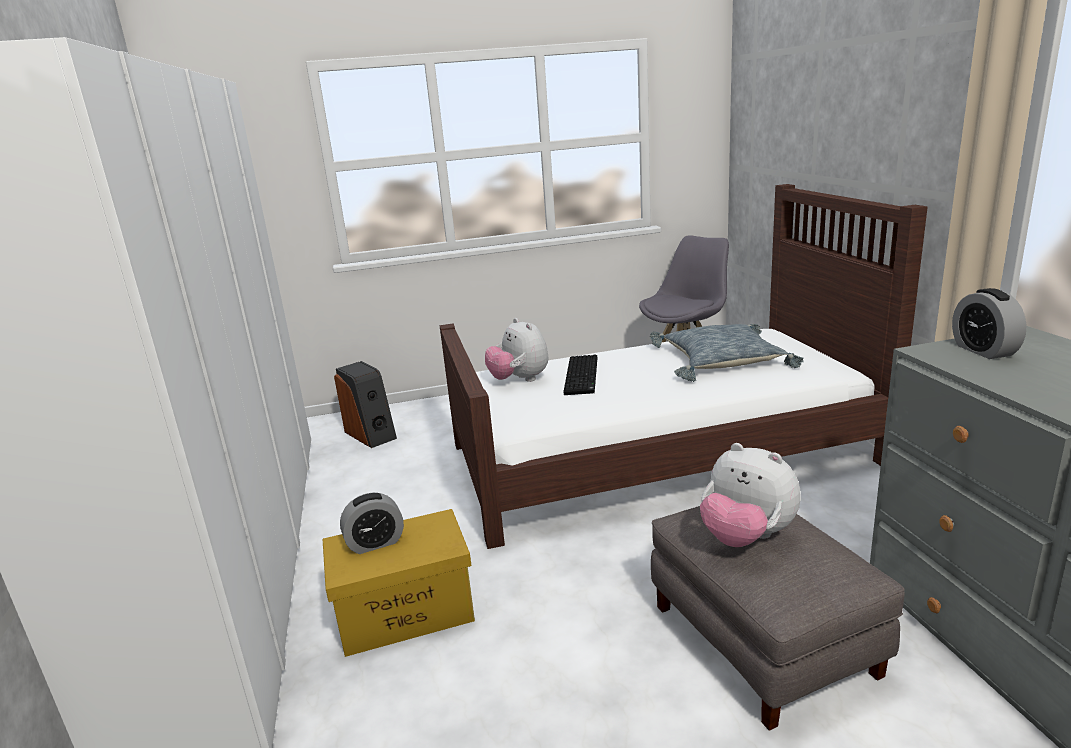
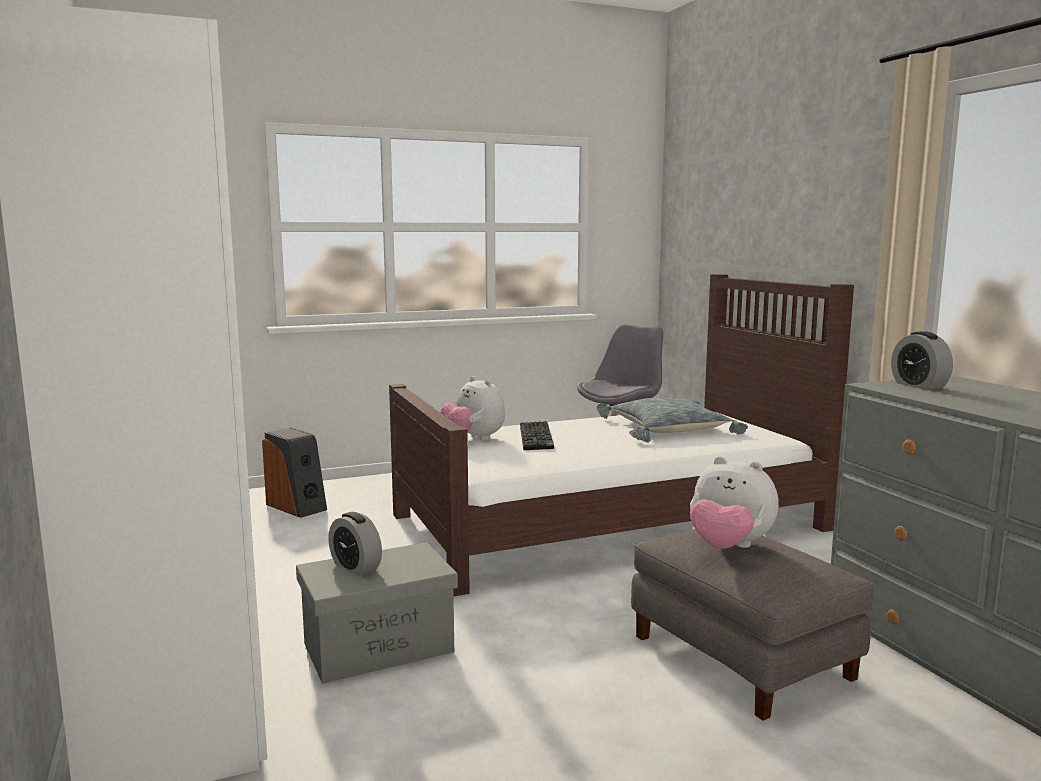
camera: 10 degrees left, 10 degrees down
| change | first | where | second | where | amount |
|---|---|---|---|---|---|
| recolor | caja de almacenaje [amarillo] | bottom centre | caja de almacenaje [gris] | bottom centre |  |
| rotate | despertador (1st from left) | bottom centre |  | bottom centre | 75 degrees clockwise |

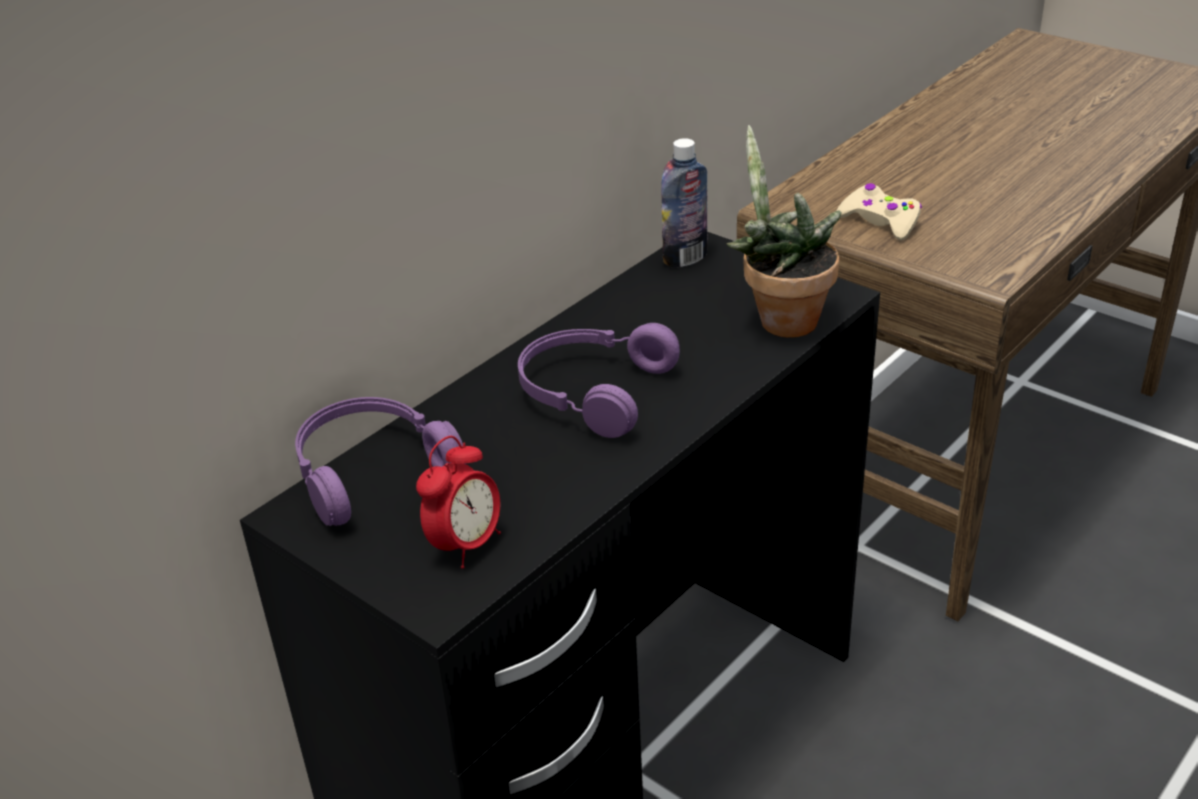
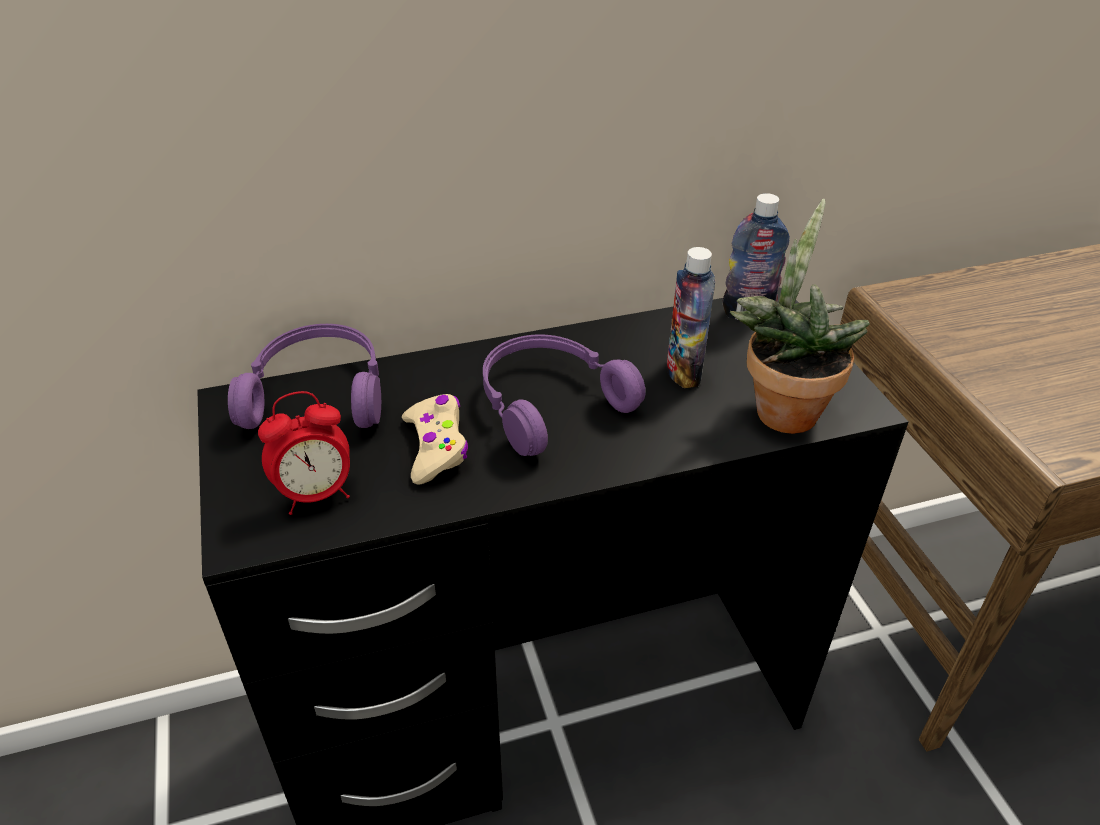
camera: 30 degrees right, 5 degrees up
| change | first | where | second | where | amount |
|---|---|---|---|---|---|
| insert |  |  | botella (1st from left) | centre |  |
| move | mando de consola [beis] | top right |  | centre |  |

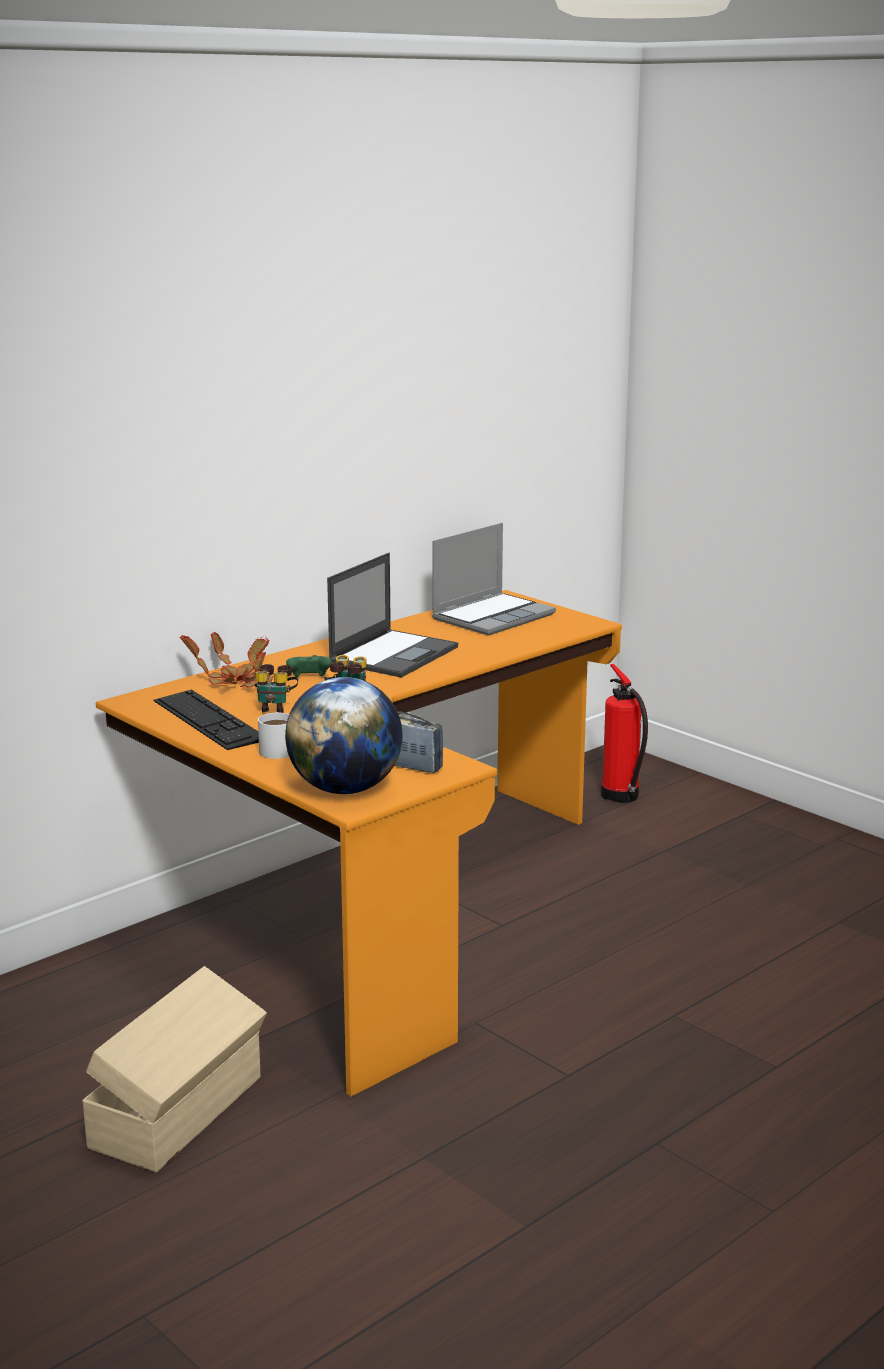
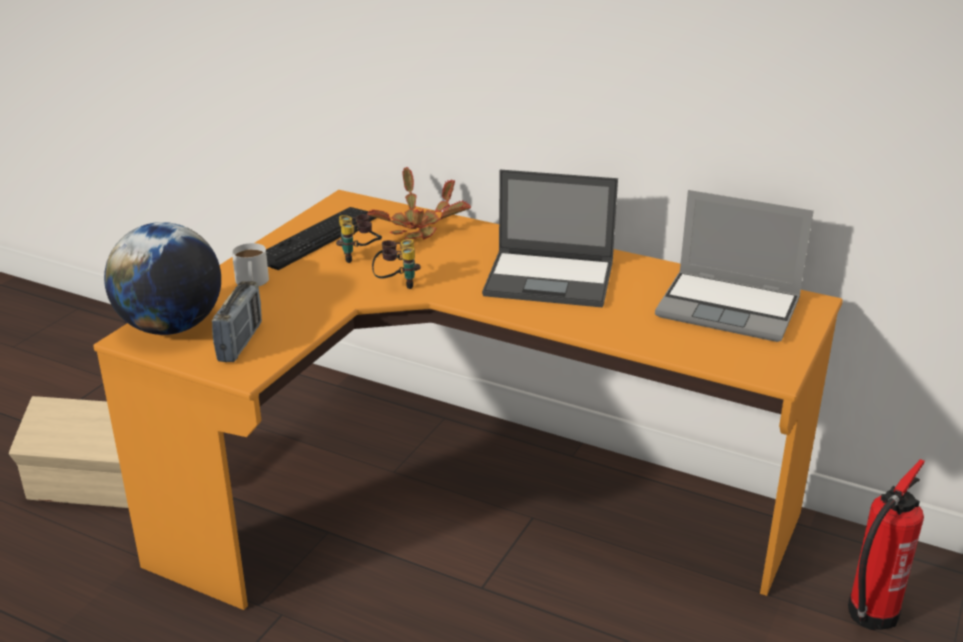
camera: 70 degrees right, 10 degrees up
| change | first | where | second | where | amount |
|---|---|---|---|---|---|
| delete | mando de consola [verde] | centre |  |  |  |

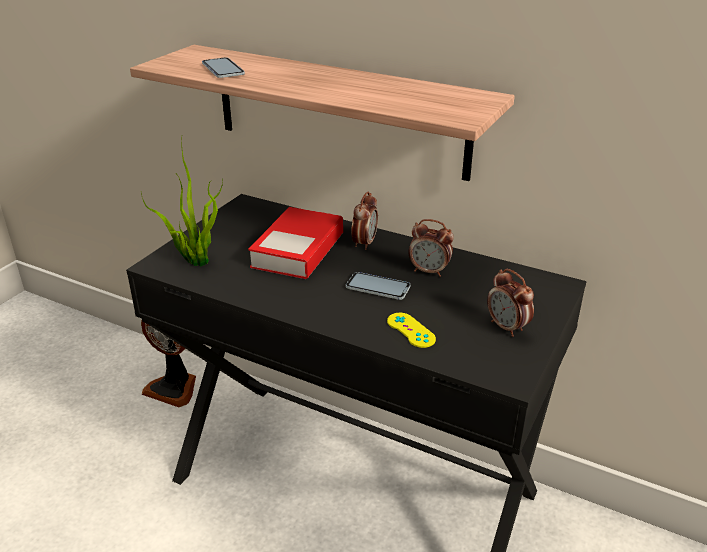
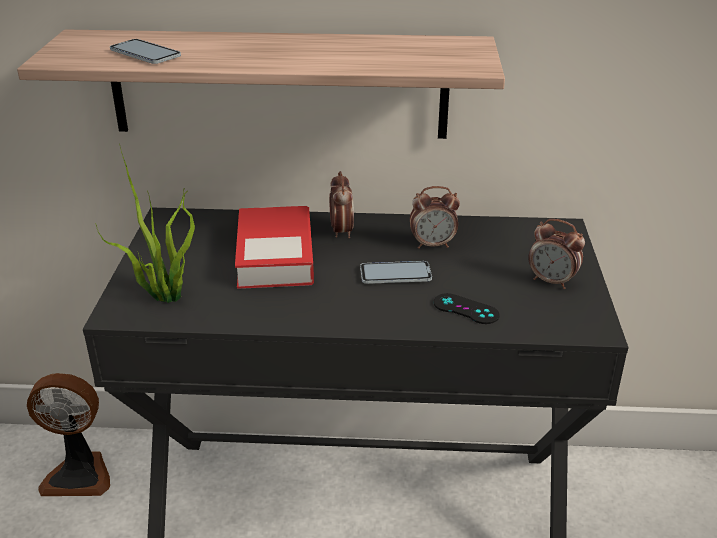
camera: 25 degrees left, 0 degrees up
| change | first | where | second | where | amount |
|---|---|---|---|---|---|
| recolor | mando de consola [amarillo] | centre | mando de consola [negro] | centre |  |

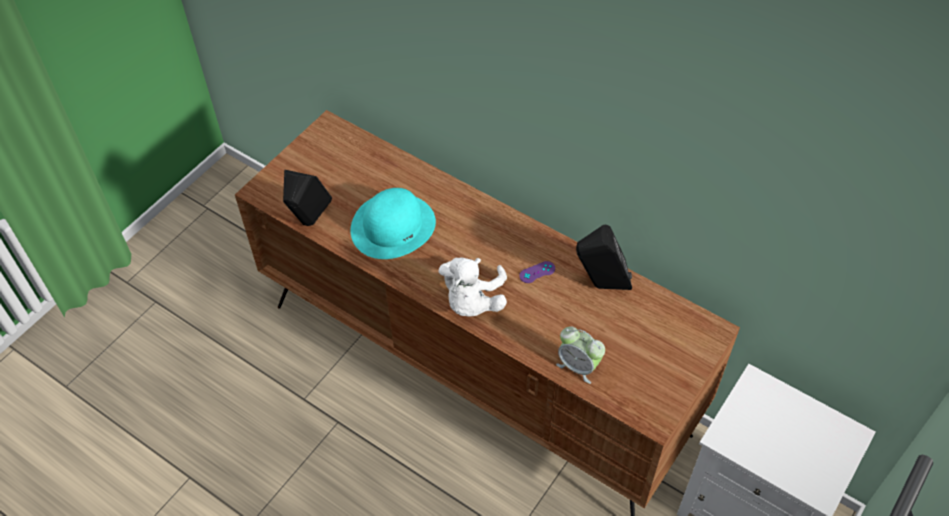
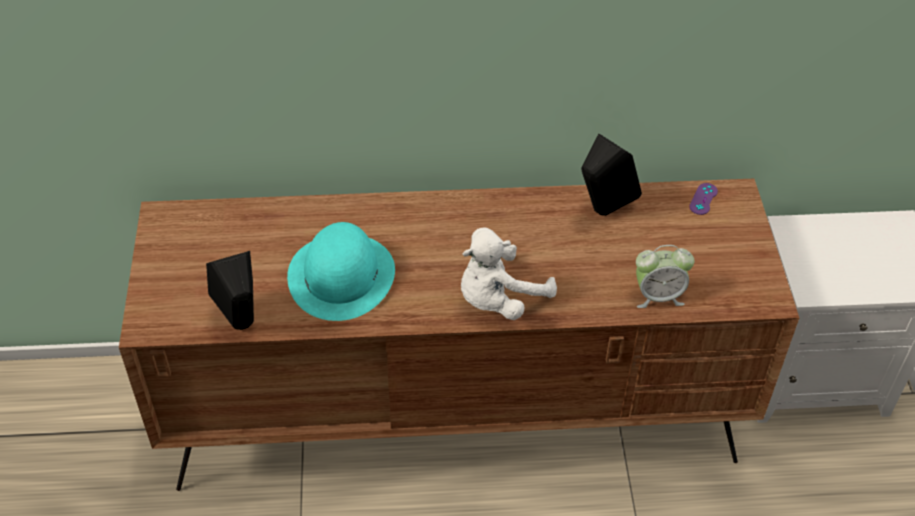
camera: 40 degrees left, 5 degrees down
| change | first | where | second | where | amount |
|---|---|---|---|---|---|
| move | mando de consola [morado] | centre |  | middle right |  |
| rotate | peluche [blanco] | centre |  | centre | 75 degrees clockwise |

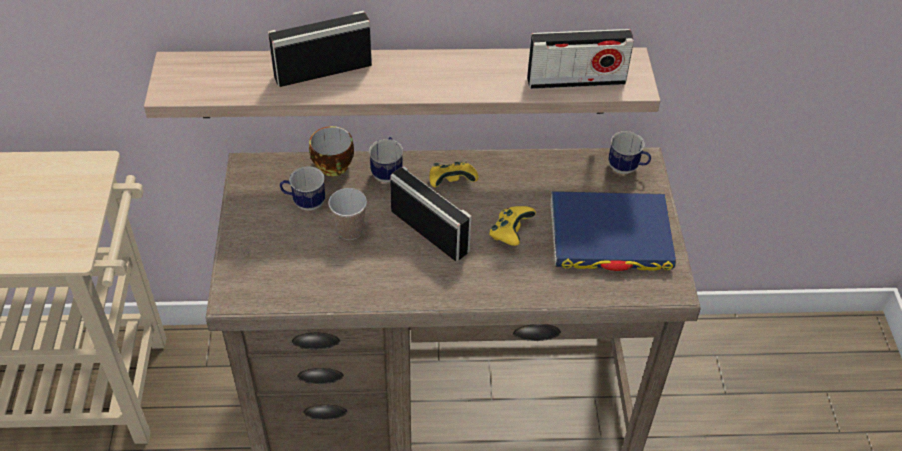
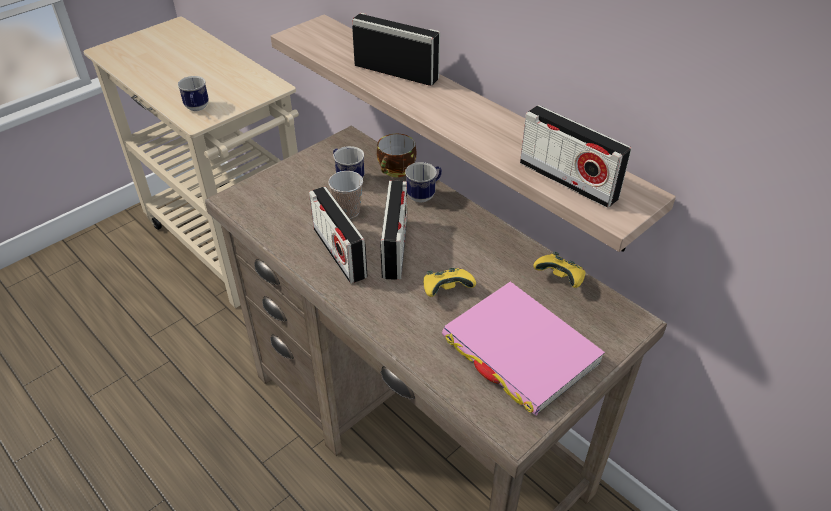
camera: 50 degrees right, 5 degrees down
| change | first | where | second | where | amount |
|---|---|---|---|---|---|
| insert |  |  | radio (1st from left) | centre |  |
| move | mando de consola [amarillo] (1st from left in the first image) | centre | mando de consola [amarillo] (2nd from left) | middle right |  |
| move | taza grande (3rd from left in the first image) | middle right | taza grande (1st from left) | top left |  |
| recolor | libro [azul] | middle right | libro [rosa] | bottom centre |  |

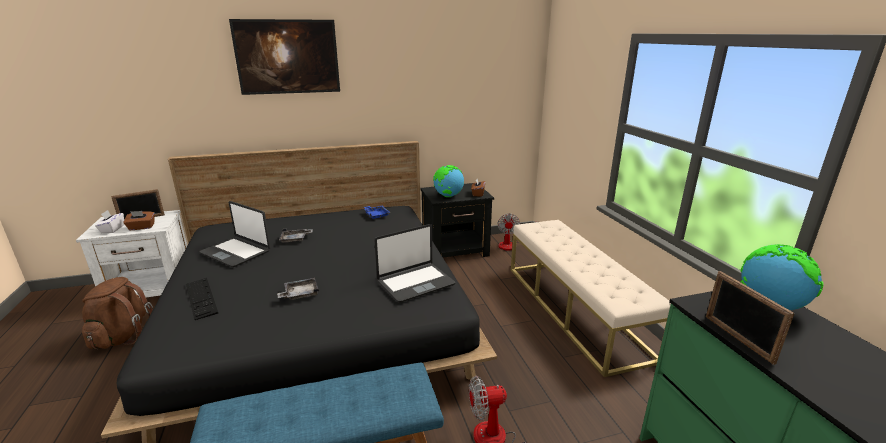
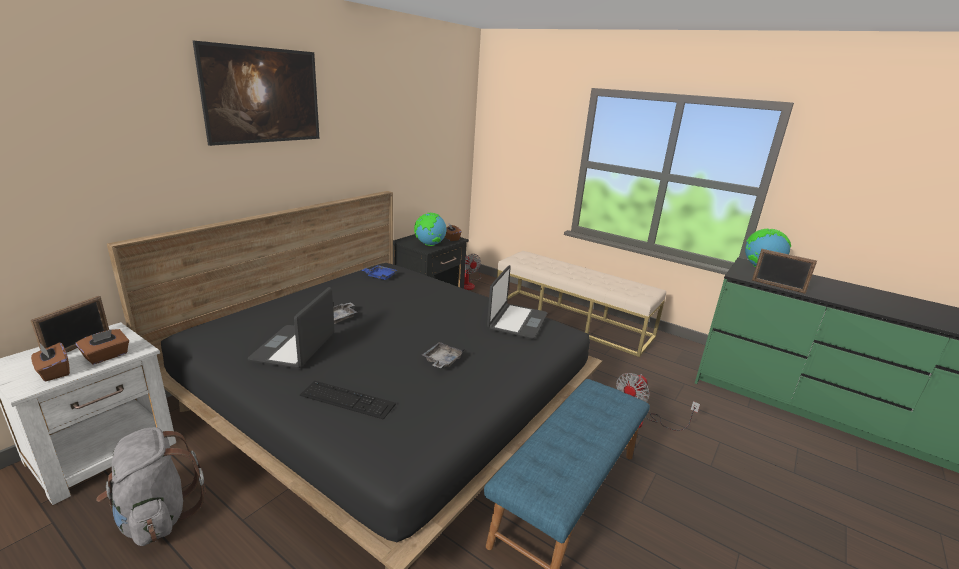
camera: 40 degrees left, 0 degrees up
| change | first | where | second | where | amount |
|---|---|---|---|---|---|
| recolor | mochila [marrón] | bottom left | mochila [gris] | bottom left |  |
| recolor | caja de pañuelos [blanco] | middle left | caja de pañuelos [marrón] (1st from left) | middle left |  |
| rotate | portátil (1st from left) | middle left |  | middle left | 105 degrees clockwise |

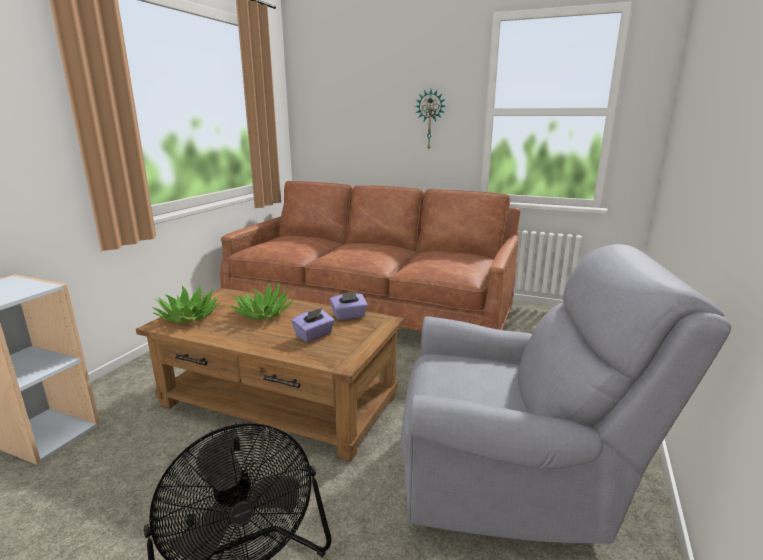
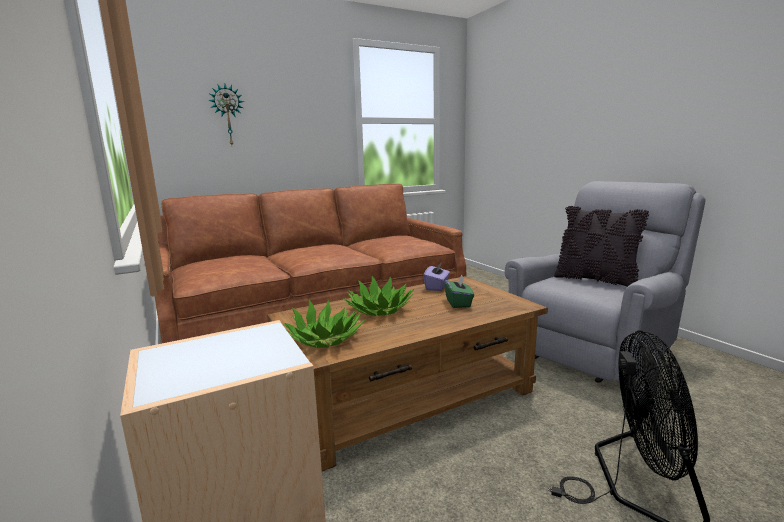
camera: 50 degrees left, 5 degrees down
| change | first | where | second | where | amount |
|---|---|---|---|---|---|
| insert |  |  | cojín [negro] | middle right |  |
| move | reloj de pared | top centre |  | top left |  |
| recolor | caja de pañuelos [morado] (1st from left) | centre | caja de pañuelos [verde] | centre |  |

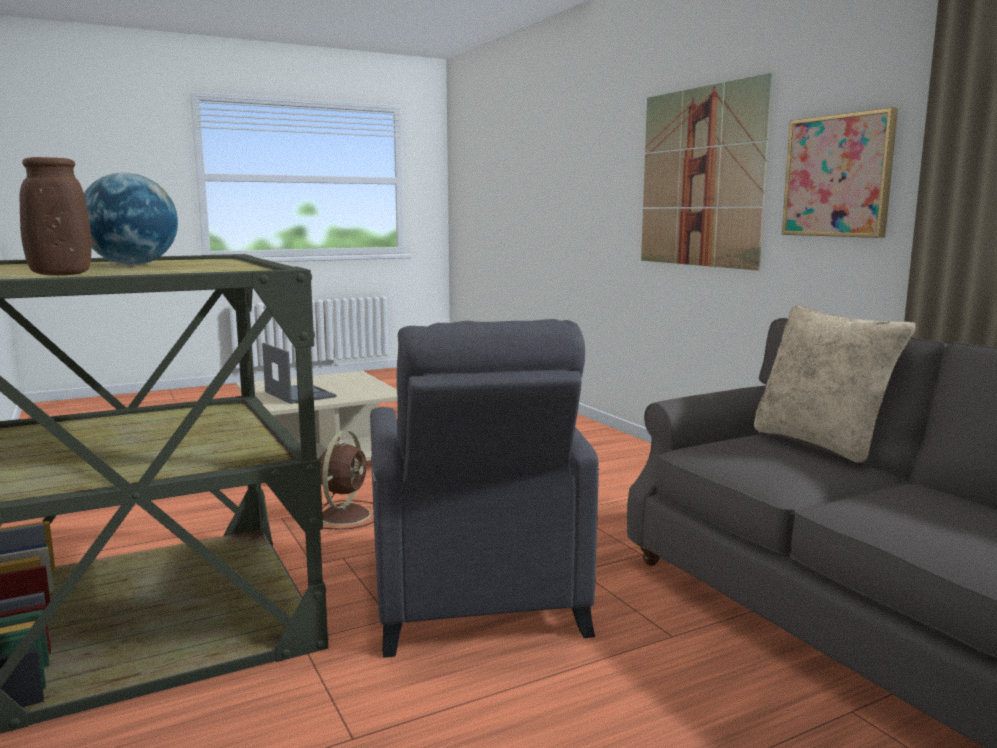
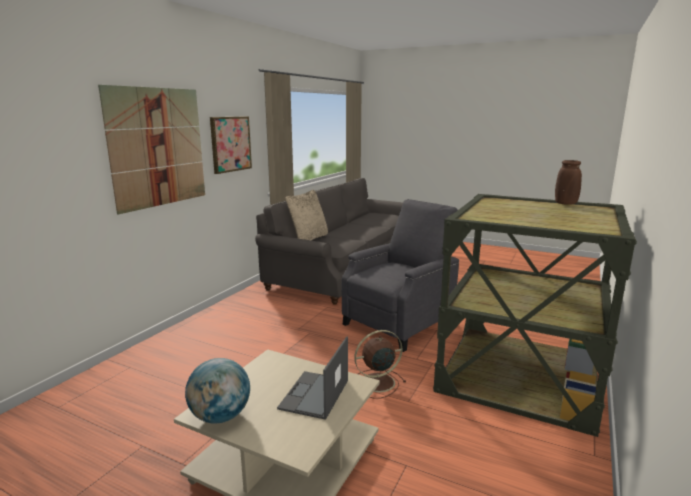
camera: 125 degrees left, 5 degrees up
| change | first | where | second | where | amount |
|---|---|---|---|---|---|
| move | globo terráqueo | top left |  | bottom left |  |

